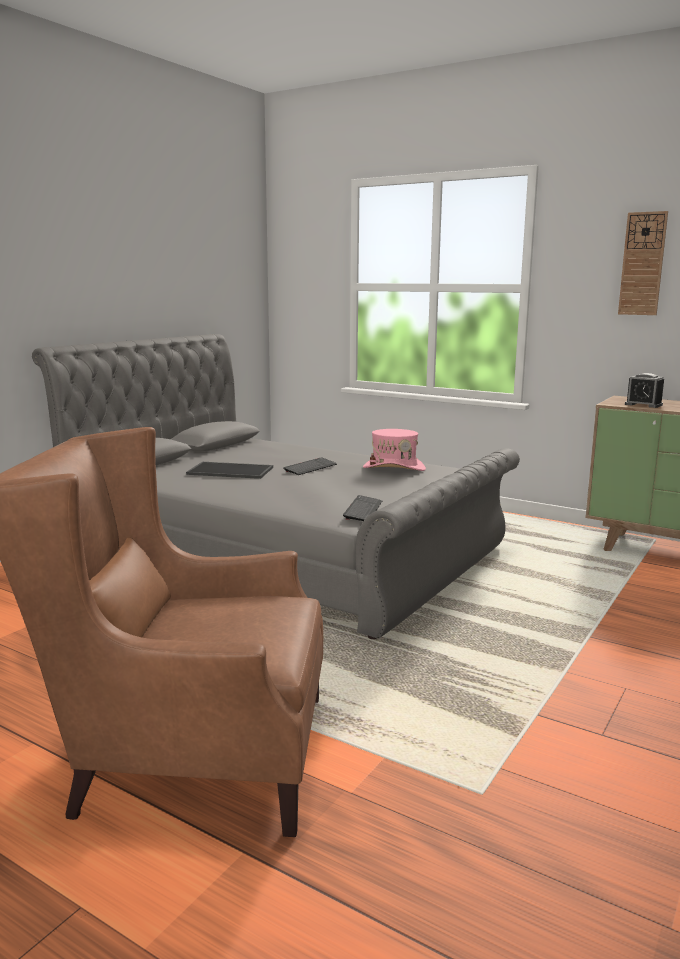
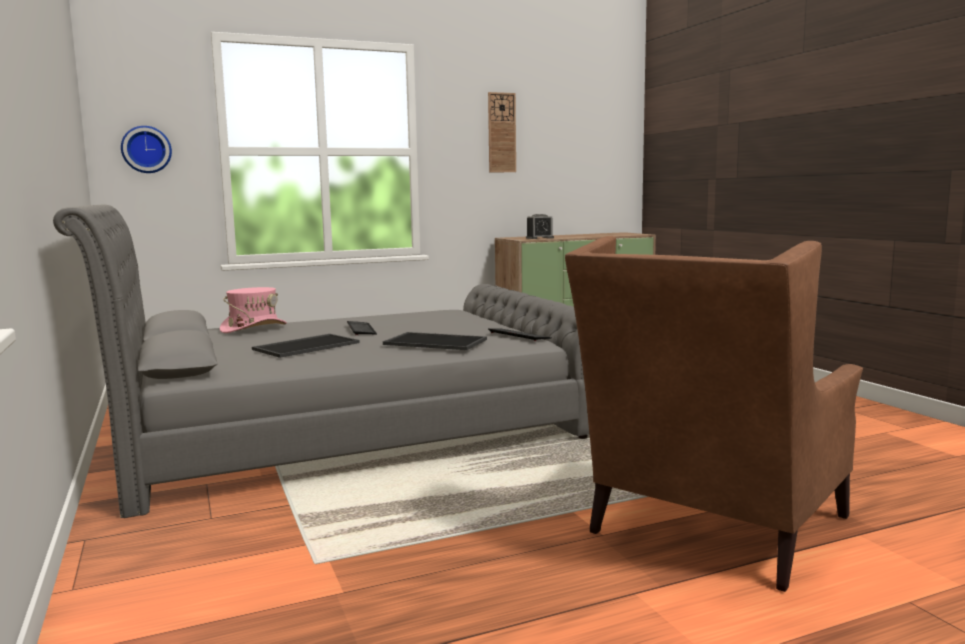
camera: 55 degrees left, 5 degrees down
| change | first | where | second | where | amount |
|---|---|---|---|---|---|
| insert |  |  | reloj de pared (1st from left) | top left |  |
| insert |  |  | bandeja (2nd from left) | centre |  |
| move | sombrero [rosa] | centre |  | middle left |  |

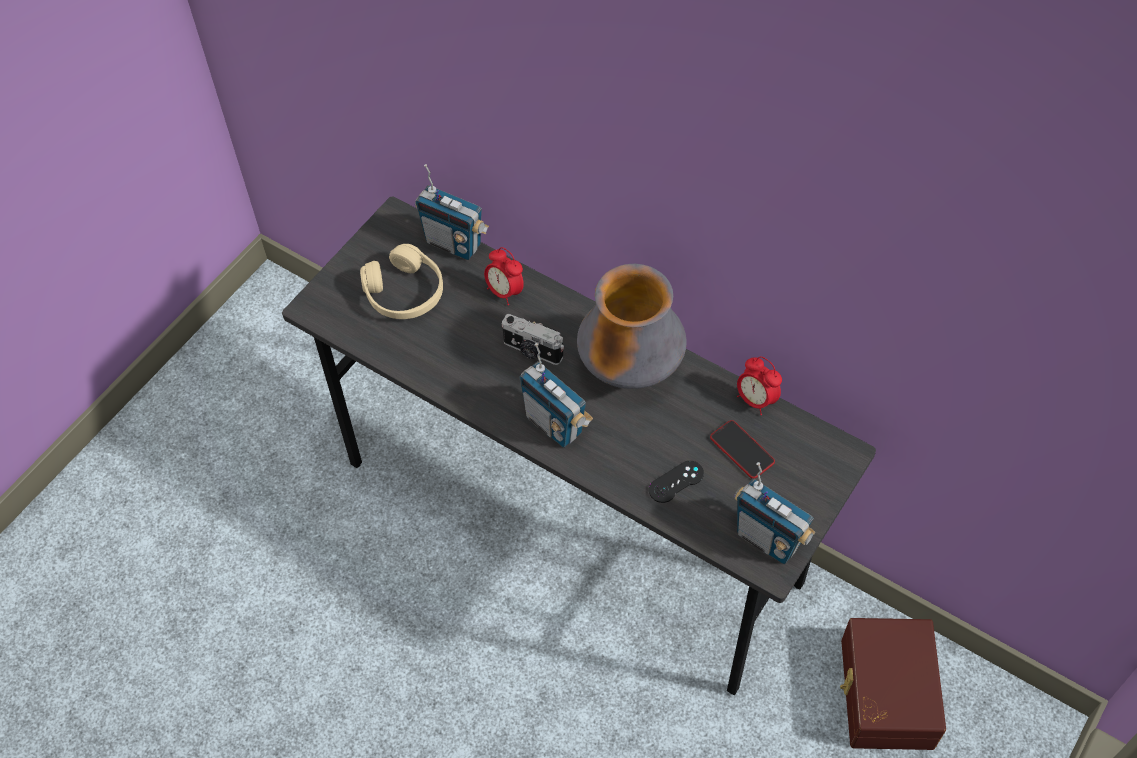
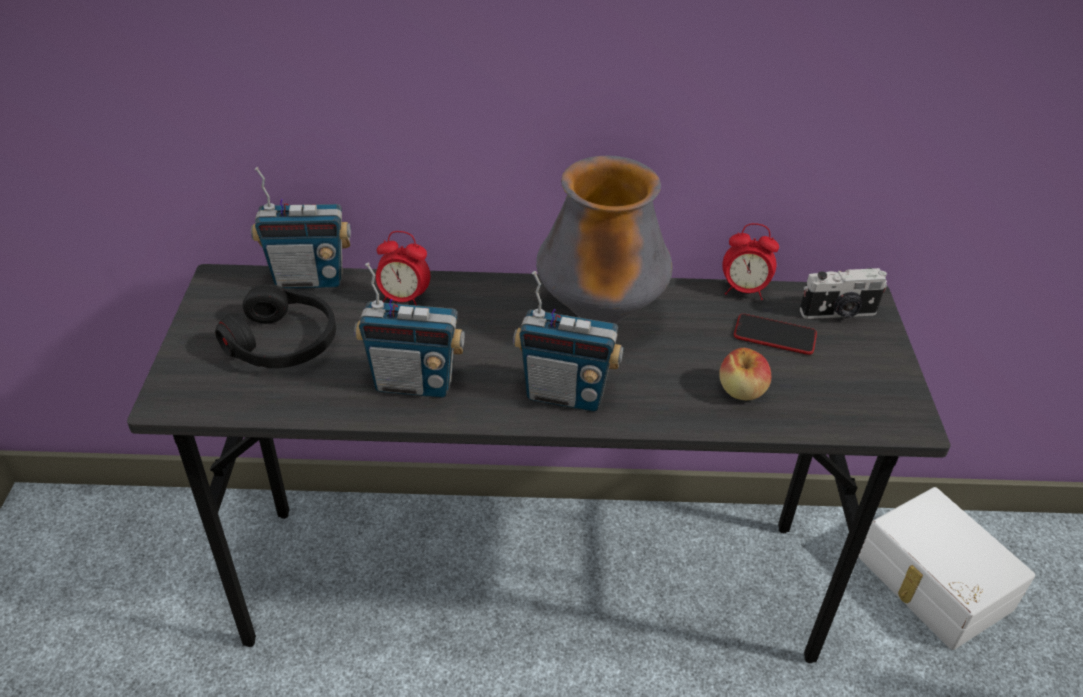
camera: 35 degrees left, 15 degrees down
| change | first | where | second | where | amount |
|---|---|---|---|---|---|
| move | cámara | centre |  | middle right |  |
| move | radio (3rd from left in the first image) | bottom right | radio (2nd from left) | centre |  |
| replace | mando de consola [negro] | centre | manzana | middle right |  |
| recolor | auriculares [beis] | centre | auriculares [negro] | middle left |  |
| recolor | caja de almacenaje [marrón] | bottom right | caja de almacenaje [blanco] | bottom right |  |

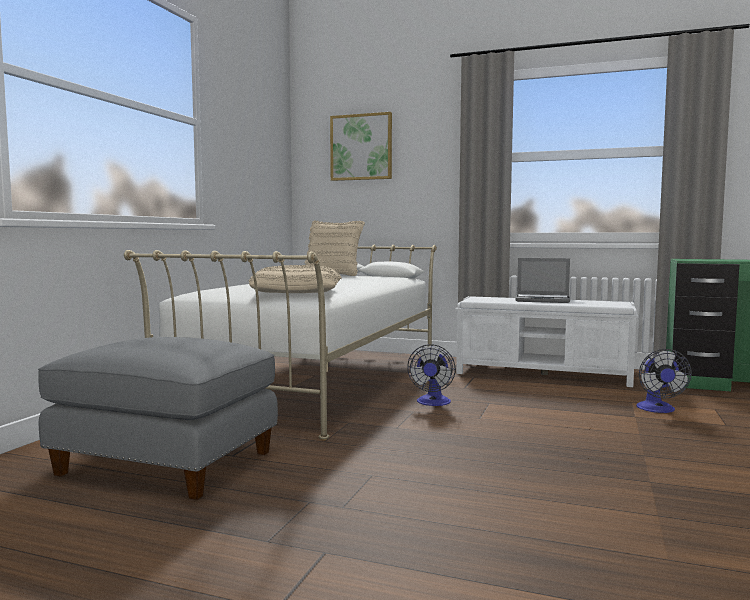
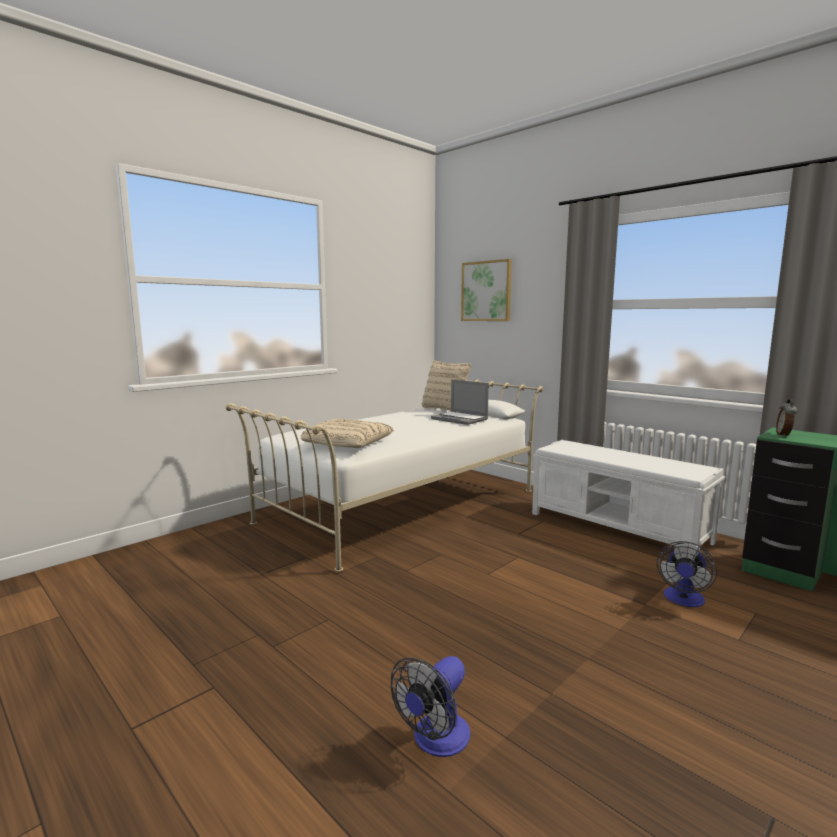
camera: 25 degrees right, 5 degrees up
| change | first | where | second | where | amount |
|---|---|---|---|---|---|
| delete | puf [gris] | bottom left |  |  |  |
| insert |  |  | despertador | middle right |  |
| move | ventilador (1st from left) | centre |  | bottom centre |  |
| move | portátil | middle right |  | centre |  |

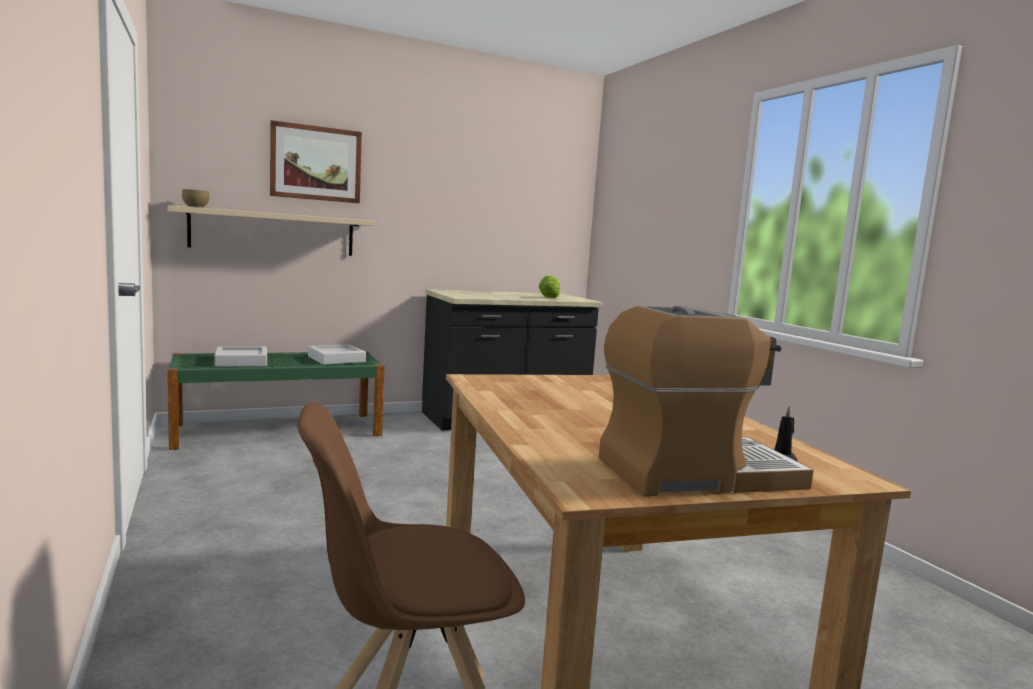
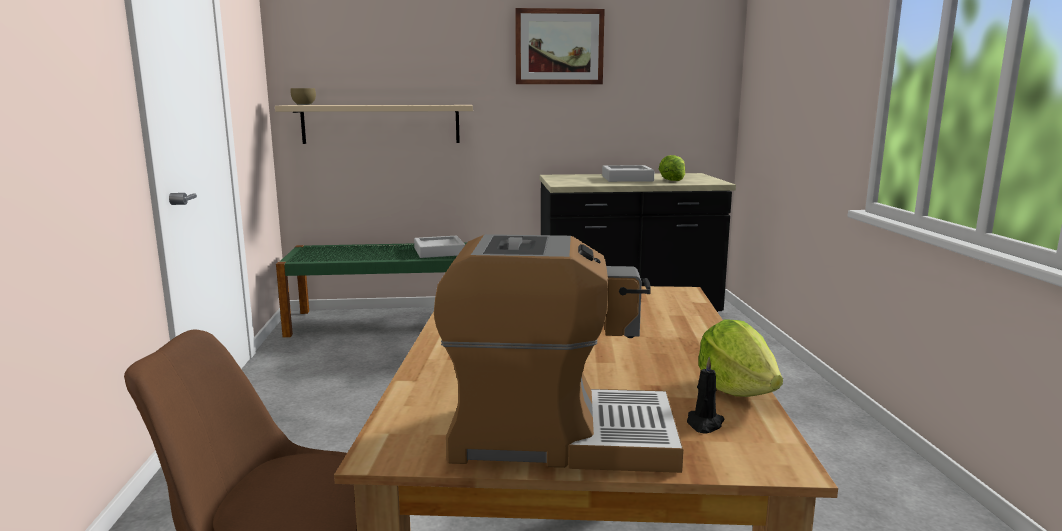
camera: 20 degrees right, 5 degrees up
| change | first | where | second | where | amount |
|---|---|---|---|---|---|
| insert |  |  | lechuga (2nd from left) | bottom right |  |
| move | bandeja [gris] (1st from left in the first image) | middle left | bandeja [gris] (2nd from left) | top centre |  |
| move | cuadro | top left |  | top centre |  |

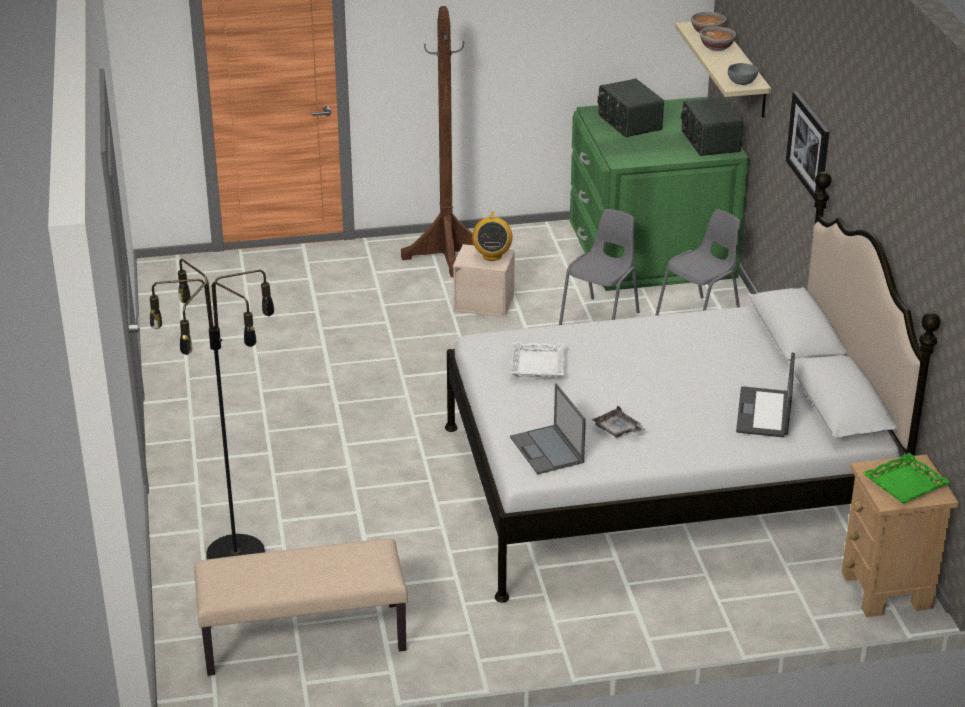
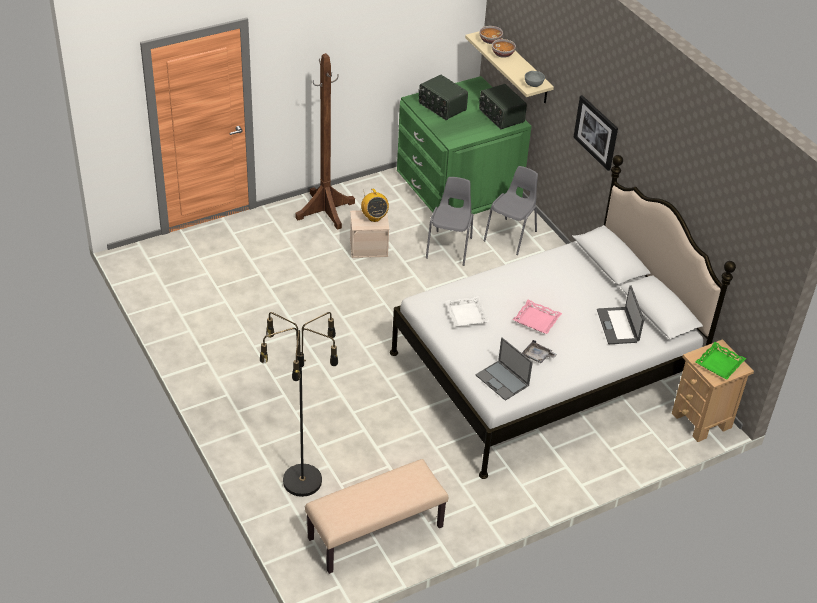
camera: 20 degrees left, 10 degrees up
| change | first | where | second | where | amount |
|---|---|---|---|---|---|
| insert |  |  | bandeja [rosa] | centre |  |

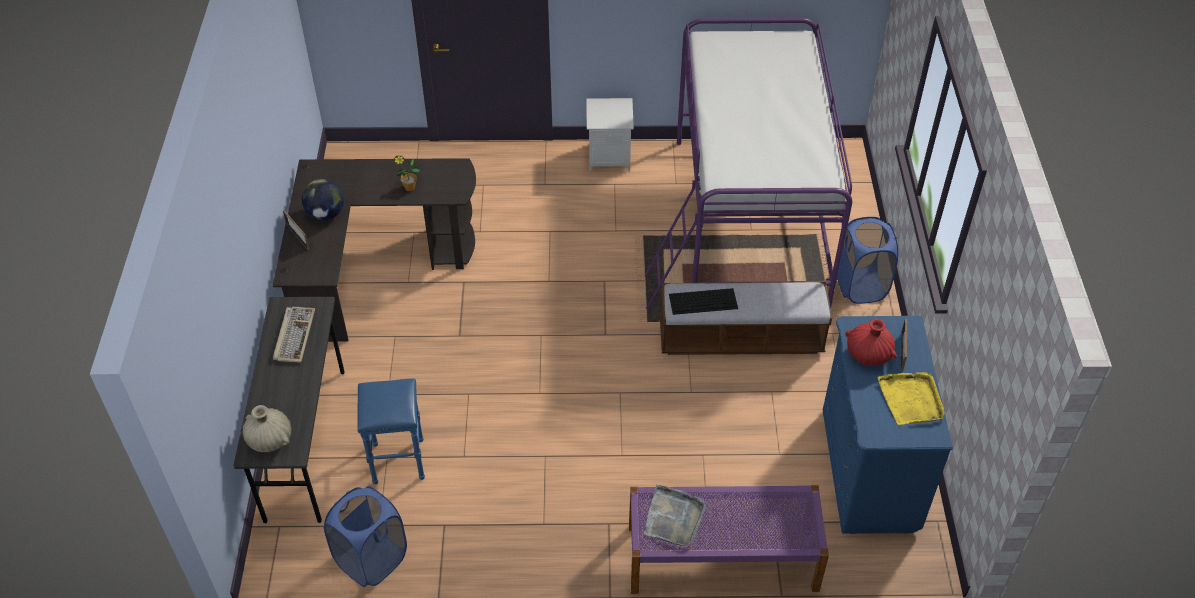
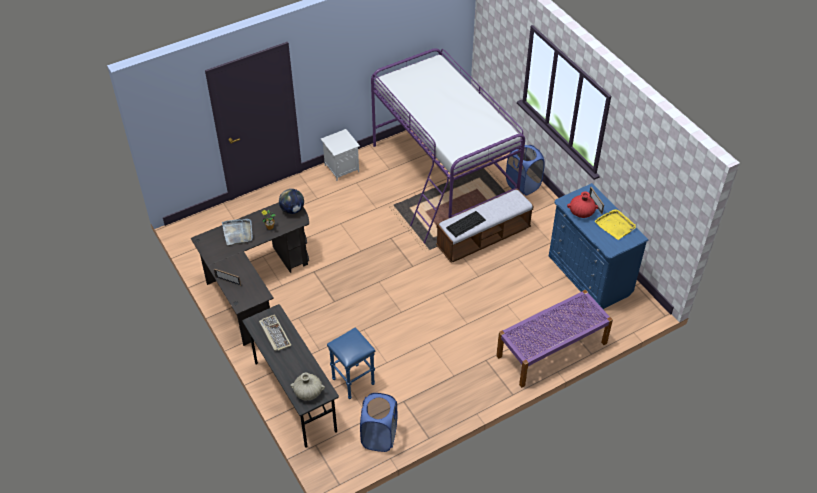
camera: 30 degrees left, 0 degrees up
| change | first | where | second | where | amount |
|---|---|---|---|---|---|
| move | globo terráqueo | top left |  | centre |  |
| move | bandeja [gris] | bottom centre |  | middle left |  |

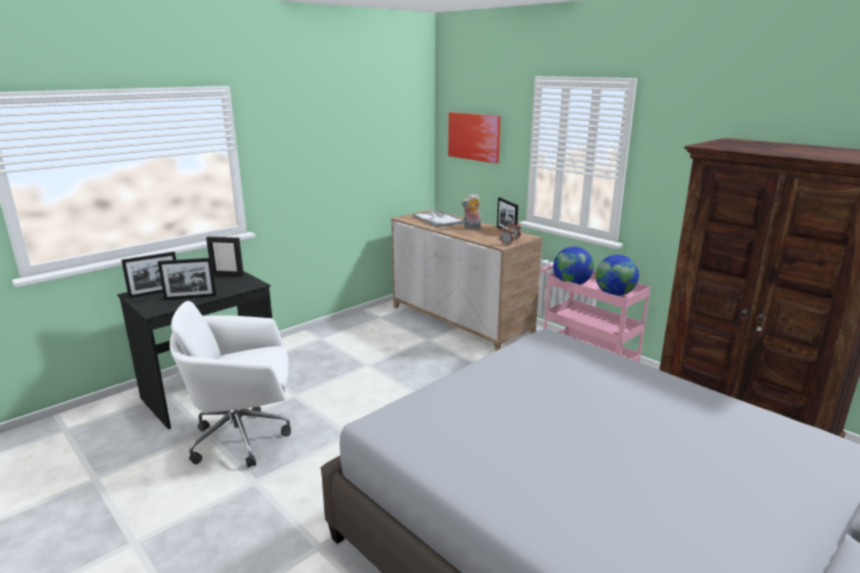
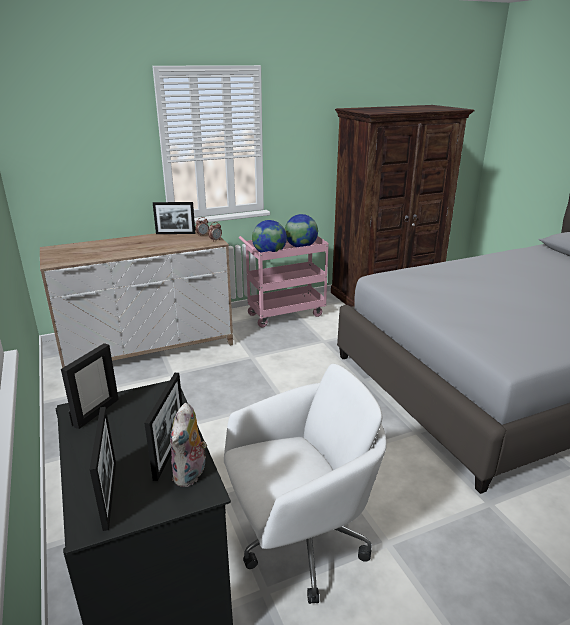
camera: 70 degrees left, 5 degrees up
| change | first | where | second | where | amount |
|---|---|---|---|---|---|
| delete | bandeja | centre |  |  |  |
| delete | cuadro | top centre |  |  |  |
| move | peluche | centre |  | bottom centre |  |
| rotate | silla de oficina [blanco] | bottom left |  | bottom centre | 120 degrees counterclockwise |

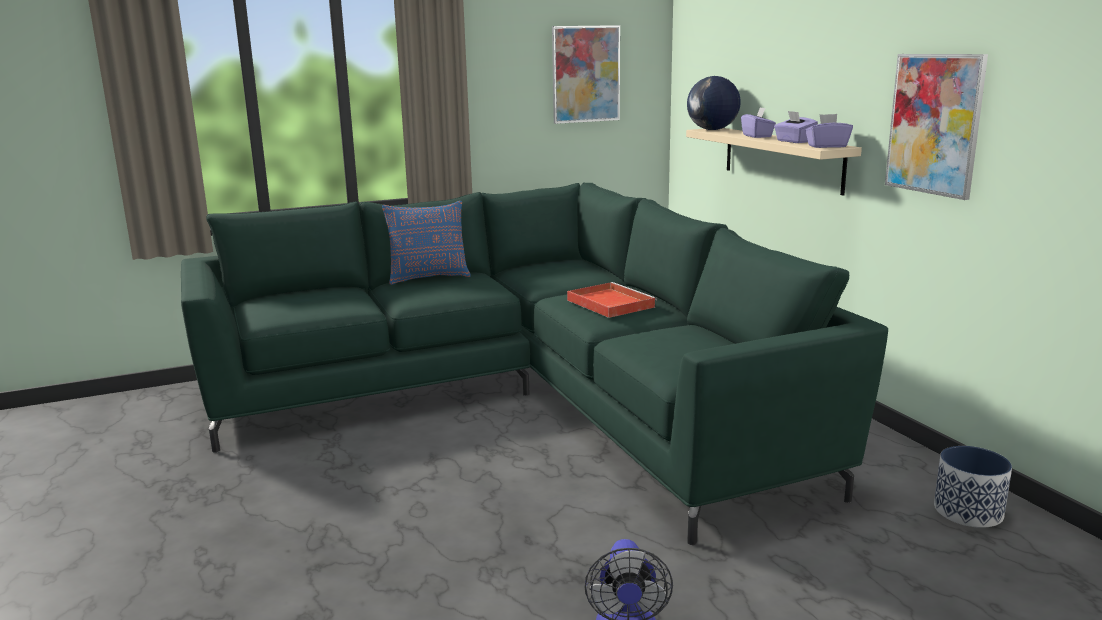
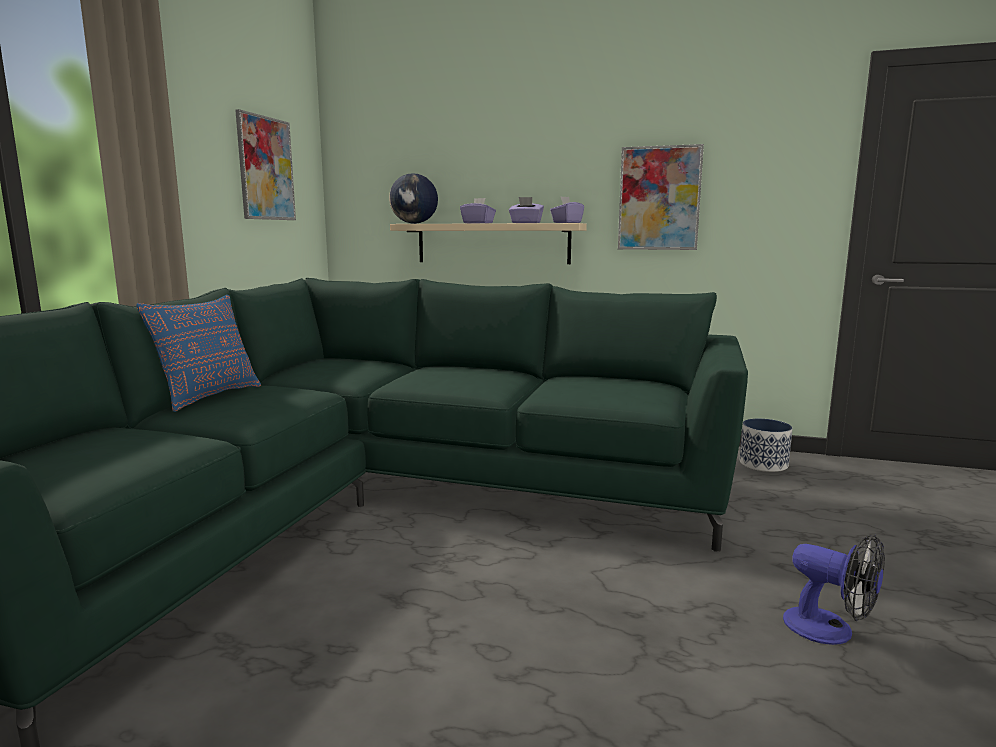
camera: 50 degrees left, 5 degrees down
| change | first | where | second | where | amount |
|---|---|---|---|---|---|
| delete | bandeja [rojo] | centre |  |  |  |

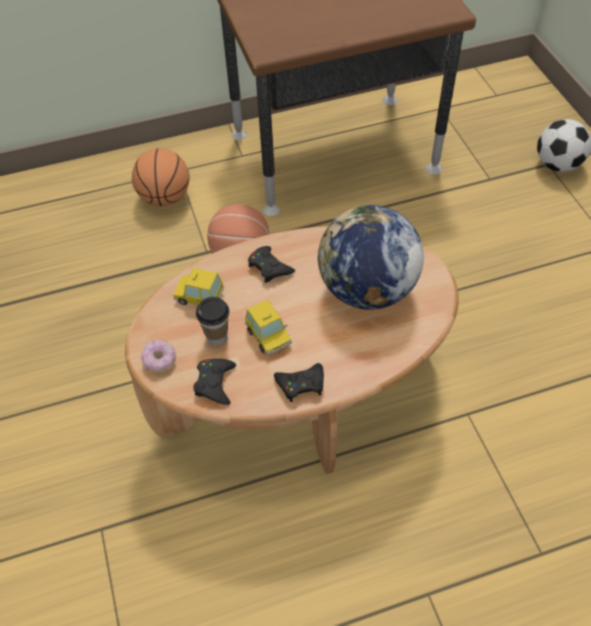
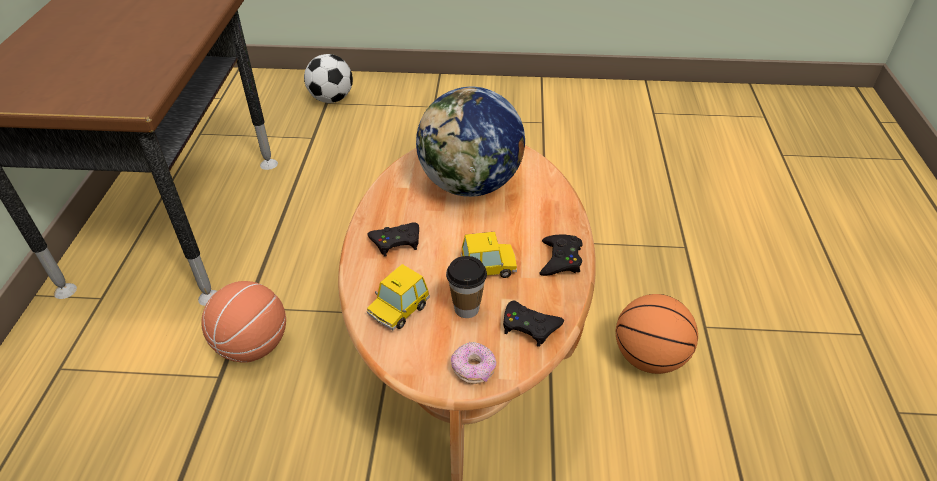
camera: 70 degrees left, 10 degrees down
| change | first | where | second | where | amount |
|---|---|---|---|---|---|
| move | balón de baloncesto (1st from left in the first image) | top left | balón de baloncesto (2nd from left) | bottom right |  |

